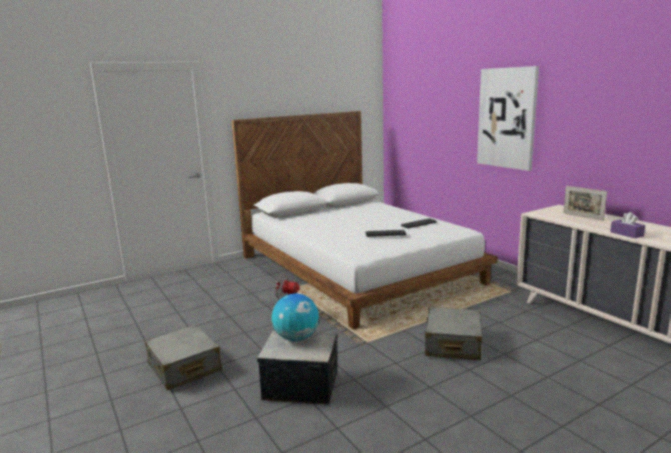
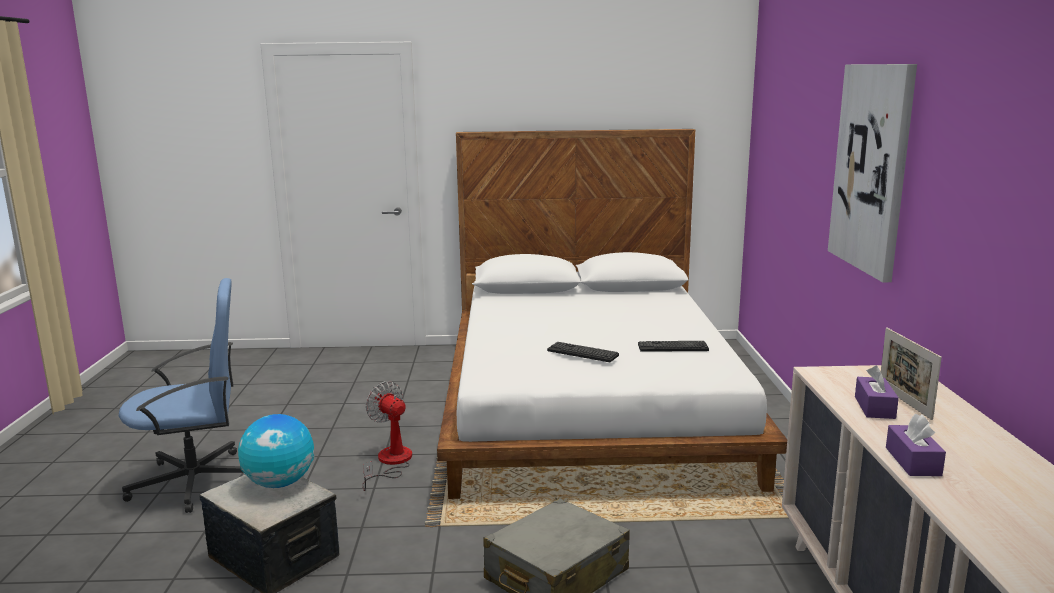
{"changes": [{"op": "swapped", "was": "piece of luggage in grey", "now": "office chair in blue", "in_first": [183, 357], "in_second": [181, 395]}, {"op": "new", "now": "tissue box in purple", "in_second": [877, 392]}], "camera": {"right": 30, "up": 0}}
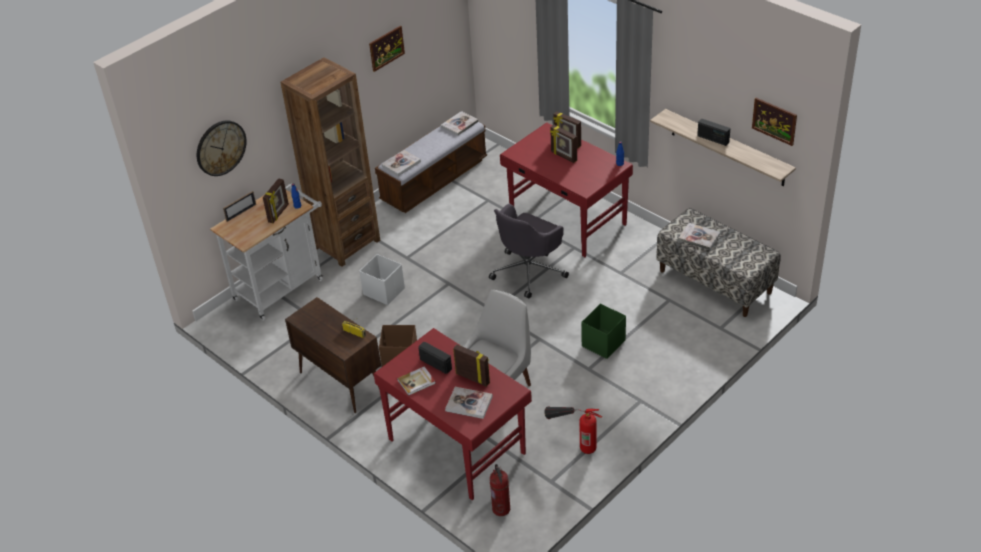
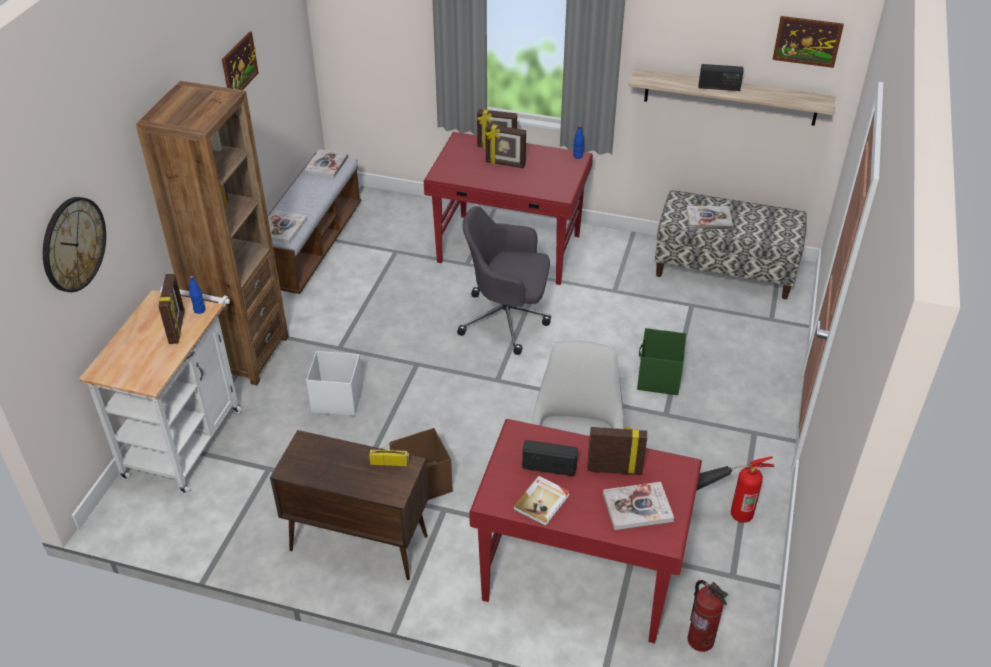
{"changes": [{"op": "gone", "was": "photo frame", "in_first": [239, 206]}, {"op": "rotated", "was": "office chair in grey", "in_first": [529, 251], "in_second": [504, 280], "clockwise": 90}], "camera": {"right": -30, "up": 0}}
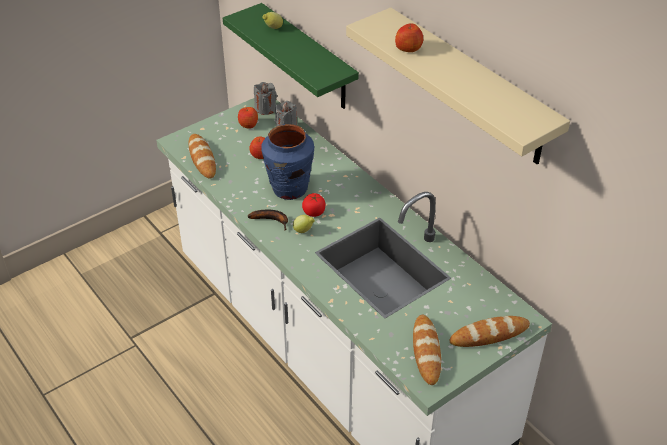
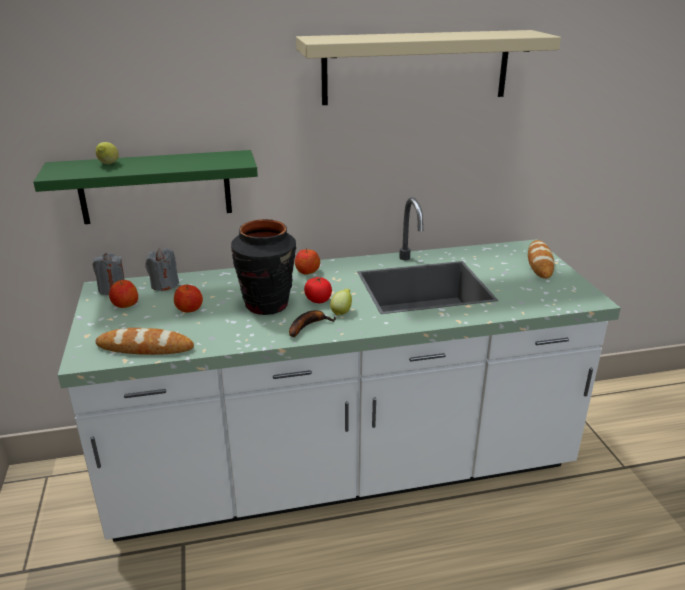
{"changes": [{"op": "shifted", "was": "apple", "in_first": [409, 37], "in_second": [307, 261]}, {"op": "repainted", "was": "vase in blue", "now": "vase in black", "in_first": [288, 162], "in_second": [263, 267]}, {"op": "gone", "was": "baked bread", "in_first": [427, 350]}], "camera": {"right": -65, "up": -15}}
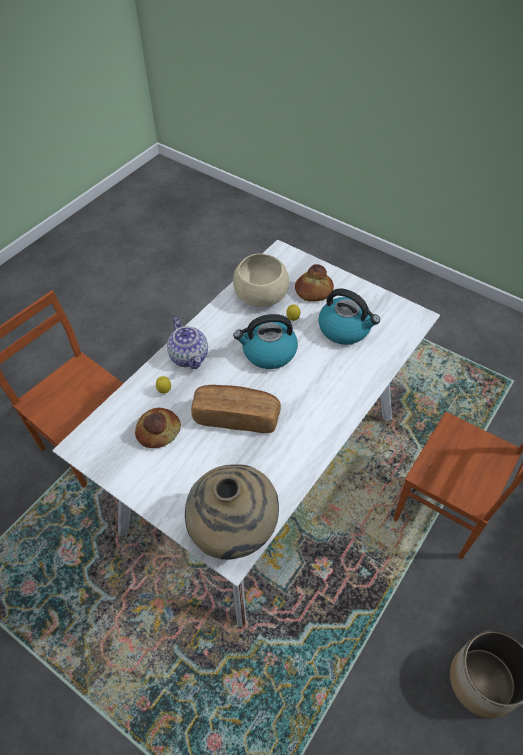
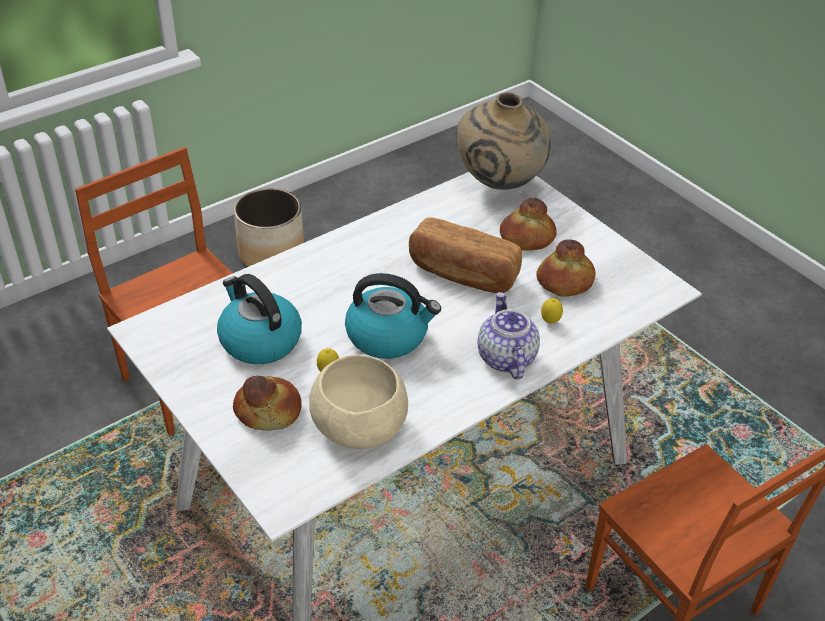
{"changes": [{"op": "new", "now": "baked bread", "in_second": [528, 224]}], "camera": {"right": -165, "up": -10}}
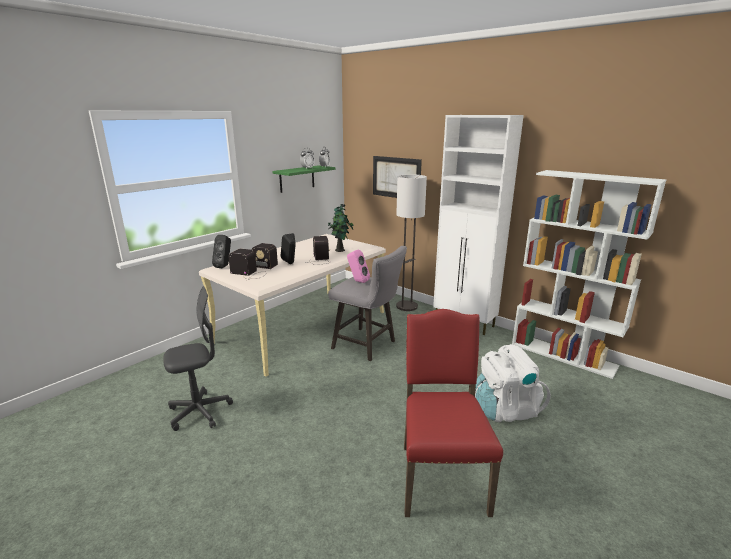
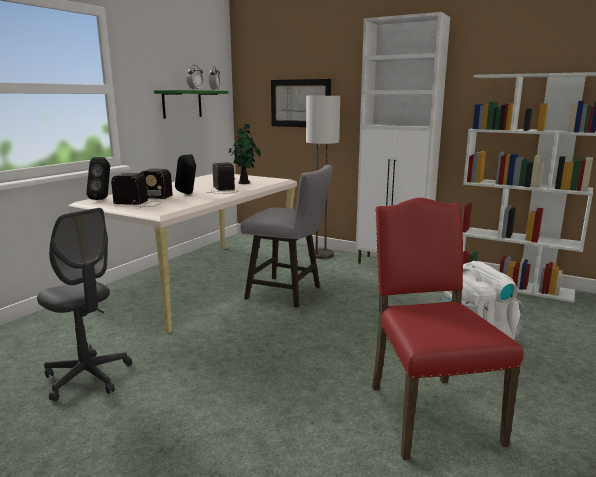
{"changes": [{"op": "gone", "was": "loudspeaker in pink-coloured", "in_first": [358, 266]}, {"op": "rotated", "was": "office chair in grey", "in_first": [198, 358], "in_second": [84, 304], "clockwise": 75}], "camera": {"right": -10, "up": -5}}
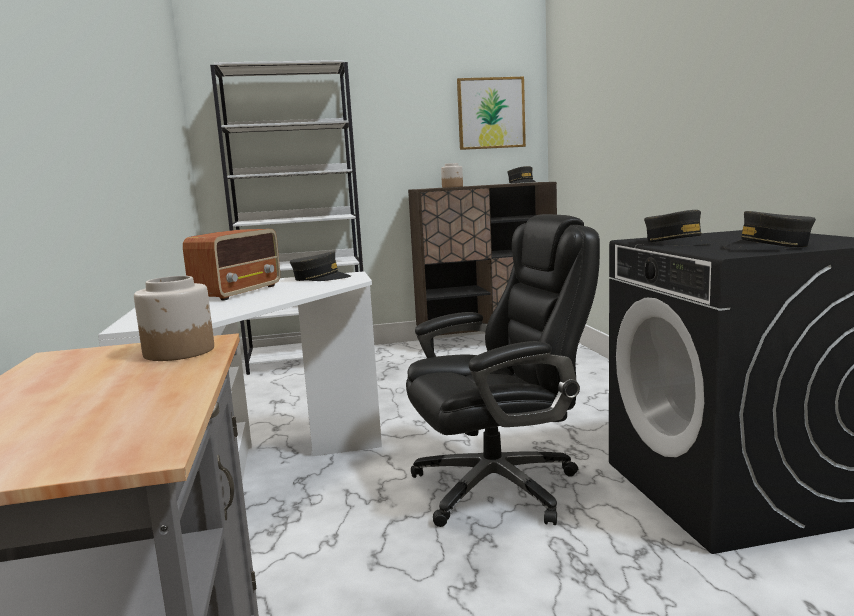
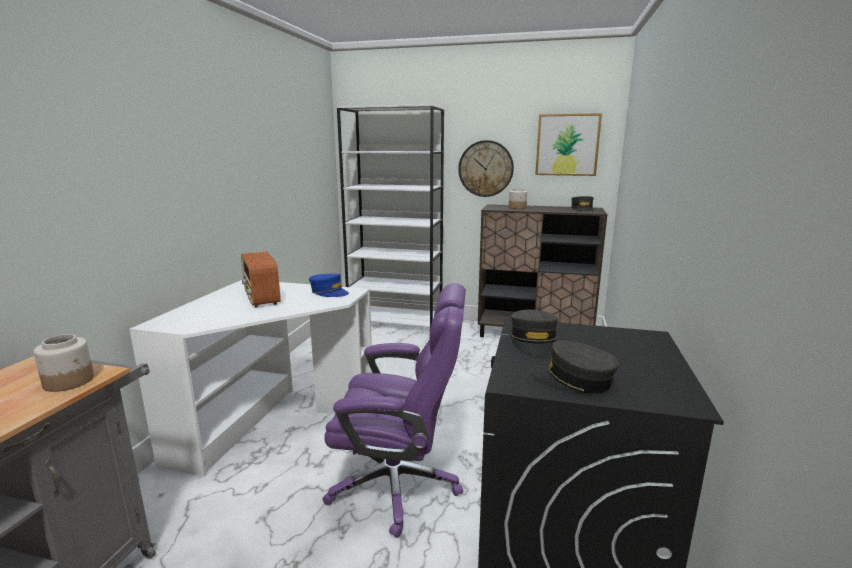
{"changes": [{"op": "repainted", "was": "office chair in black", "now": "office chair in purple", "in_first": [503, 370], "in_second": [394, 410]}, {"op": "rotated", "was": "radio set", "in_first": [231, 265], "in_second": [261, 279], "clockwise": 105}, {"op": "repainted", "was": "peaked cap in grey", "now": "peaked cap in blue", "in_first": [320, 266], "in_second": [329, 285]}, {"op": "new", "now": "clock on the wall", "in_second": [486, 168]}], "camera": {"right": 25, "up": 5}}
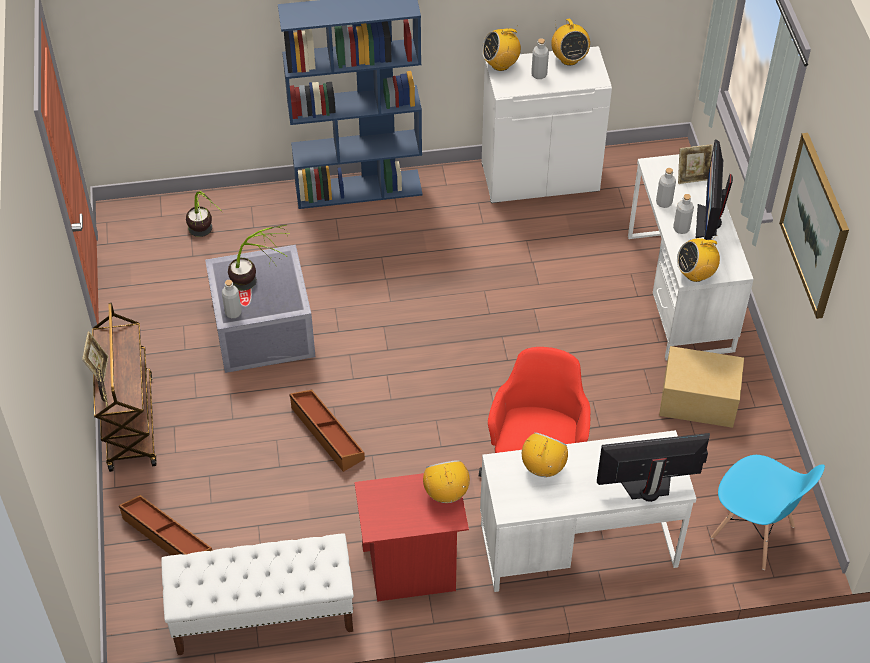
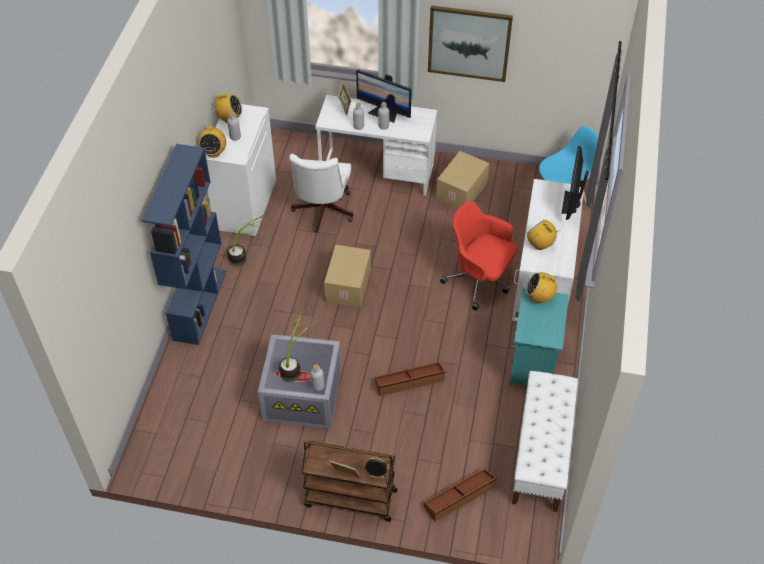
{"changes": [{"op": "shifted", "was": "plant in a pot", "in_first": [203, 214], "in_second": [247, 240]}, {"op": "gone", "was": "radio set", "in_first": [698, 260]}, {"op": "repainted", "was": "night table in reddish", "now": "night table in turquoise-coloured", "in_first": [411, 537], "in_second": [539, 337]}, {"op": "new", "now": "office chair in whitish", "in_second": [321, 193]}, {"op": "new", "now": "cardboard box", "in_second": [347, 276]}], "camera": {"right": -70, "up": 0}}
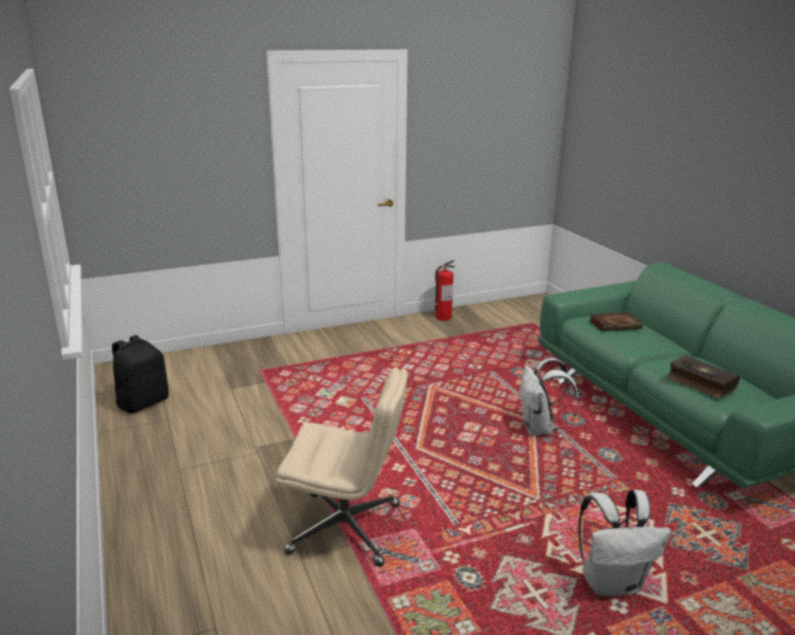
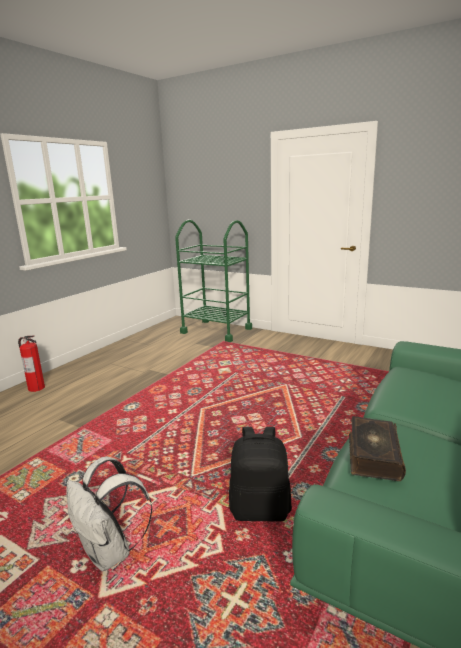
{"changes": [{"op": "shifted", "was": "extinguisher", "in_first": [445, 290], "in_second": [31, 363]}, {"op": "gone", "was": "book", "in_first": [616, 321]}, {"op": "shifted", "was": "backpack in black", "in_first": [140, 374], "in_second": [260, 474]}, {"op": "gone", "was": "backpack in whitish", "in_first": [549, 396]}, {"op": "gone", "was": "office chair in sand-coloured", "in_first": [341, 467]}, {"op": "new", "now": "trolley in green-coloured", "in_second": [213, 281]}], "camera": {"right": 55, "up": -5}}
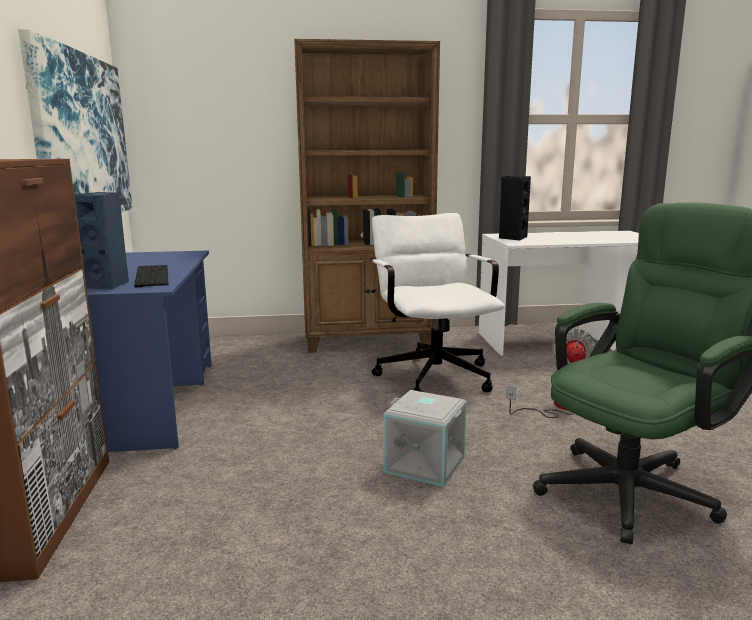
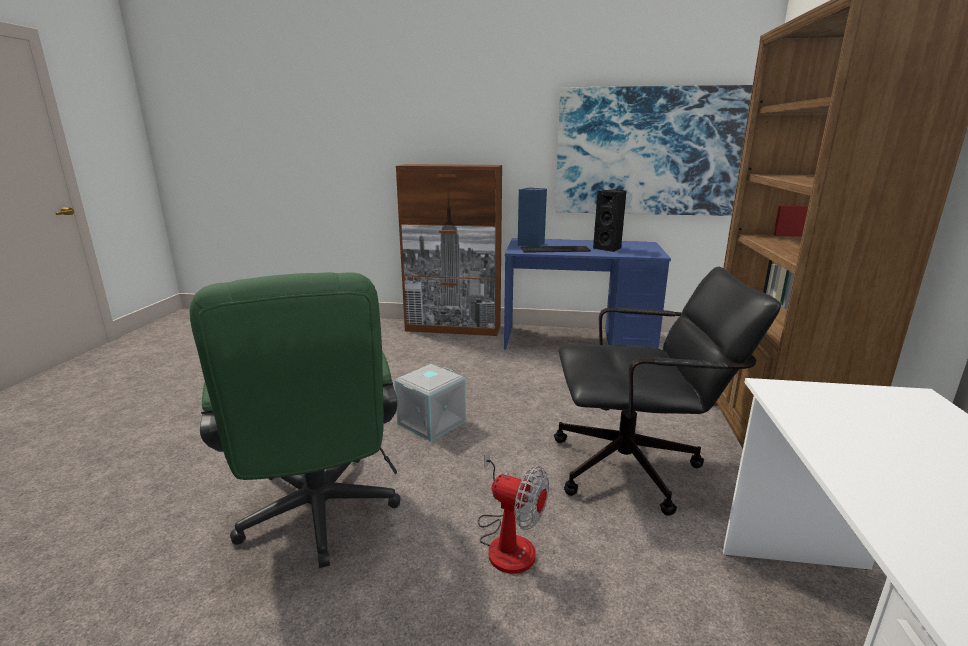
{"changes": [{"op": "shifted", "was": "loudspeaker in black", "in_first": [515, 208], "in_second": [609, 221]}, {"op": "repainted", "was": "office chair in whitish", "now": "office chair in black", "in_first": [438, 302], "in_second": [667, 391]}], "camera": {"right": 105, "up": 5}}
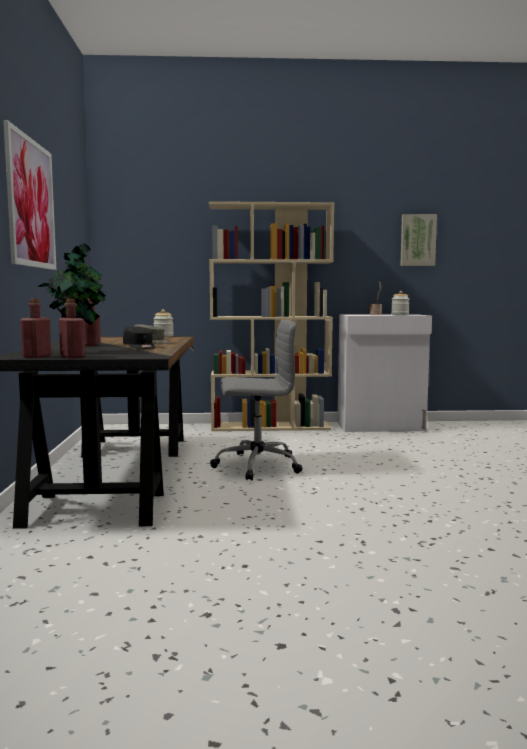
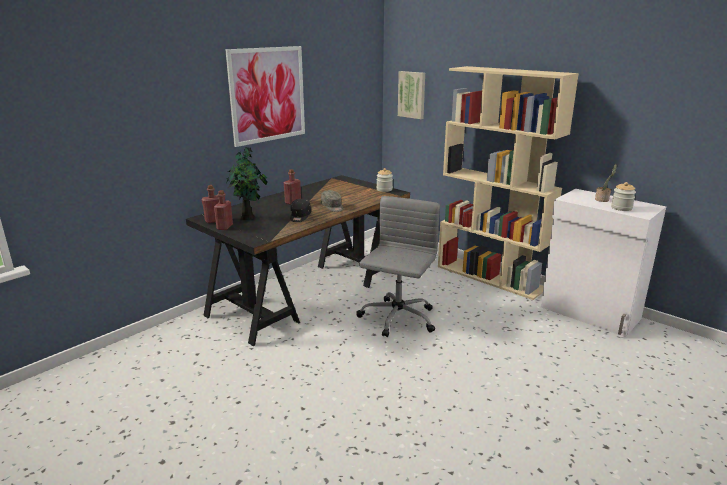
{"changes": [{"op": "shifted", "was": "wall picture", "in_first": [418, 240], "in_second": [411, 95]}, {"op": "rotated", "was": "office chair in grey", "in_first": [256, 400], "in_second": [398, 266], "clockwise": -105}], "camera": {"right": 45, "up": 15}}
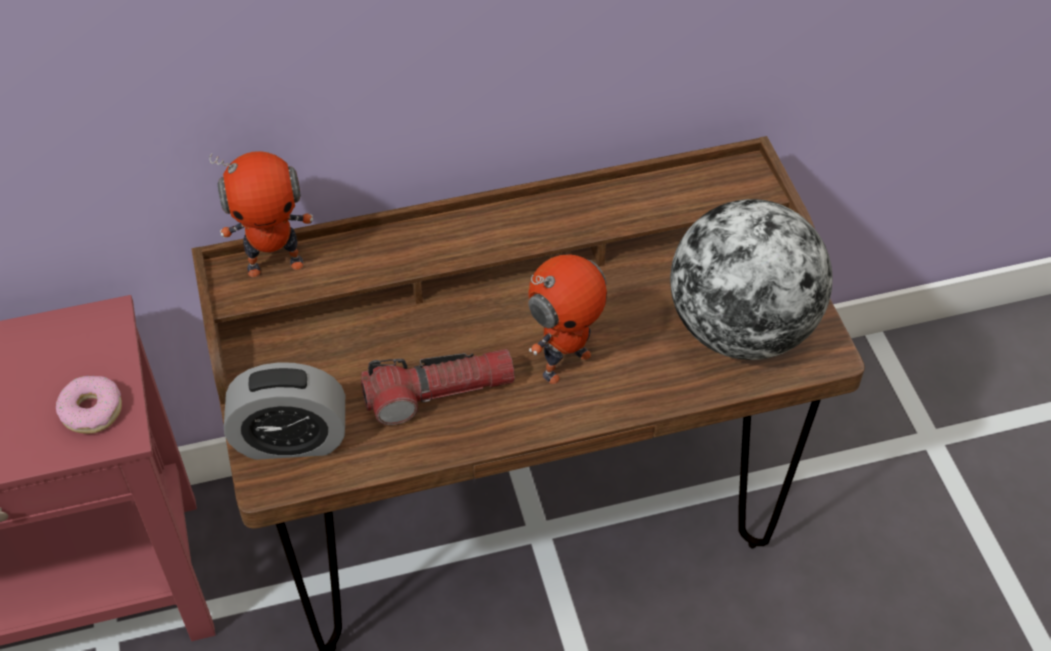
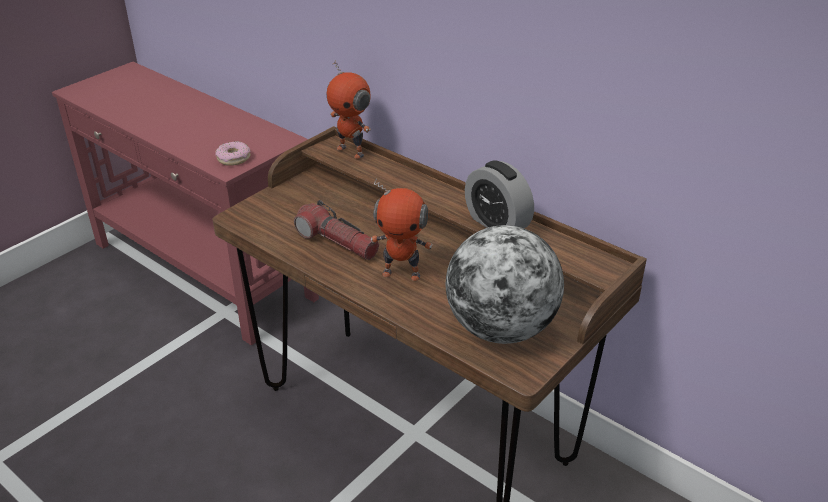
{"changes": [{"op": "shifted", "was": "table clock", "in_first": [284, 411], "in_second": [499, 194]}], "camera": {"right": 55, "up": -15}}
